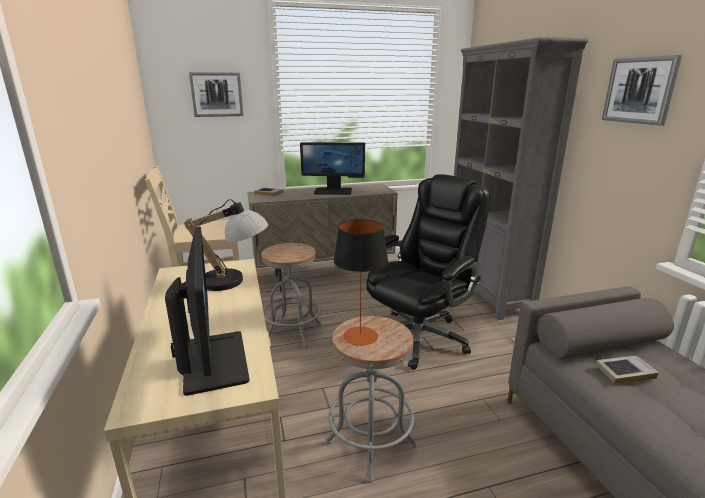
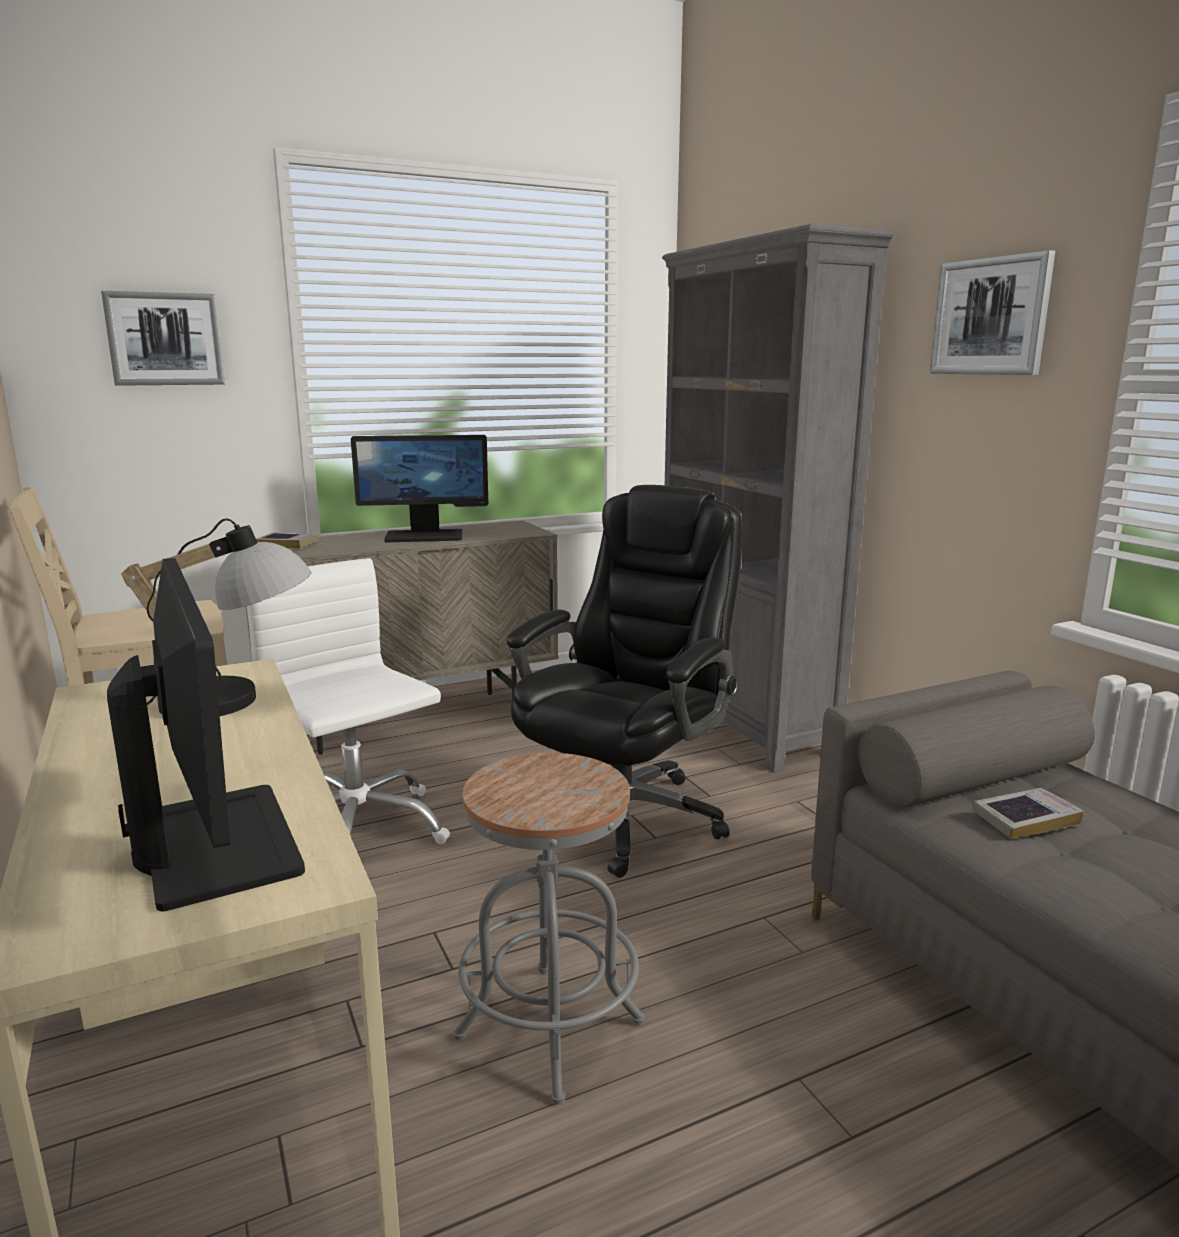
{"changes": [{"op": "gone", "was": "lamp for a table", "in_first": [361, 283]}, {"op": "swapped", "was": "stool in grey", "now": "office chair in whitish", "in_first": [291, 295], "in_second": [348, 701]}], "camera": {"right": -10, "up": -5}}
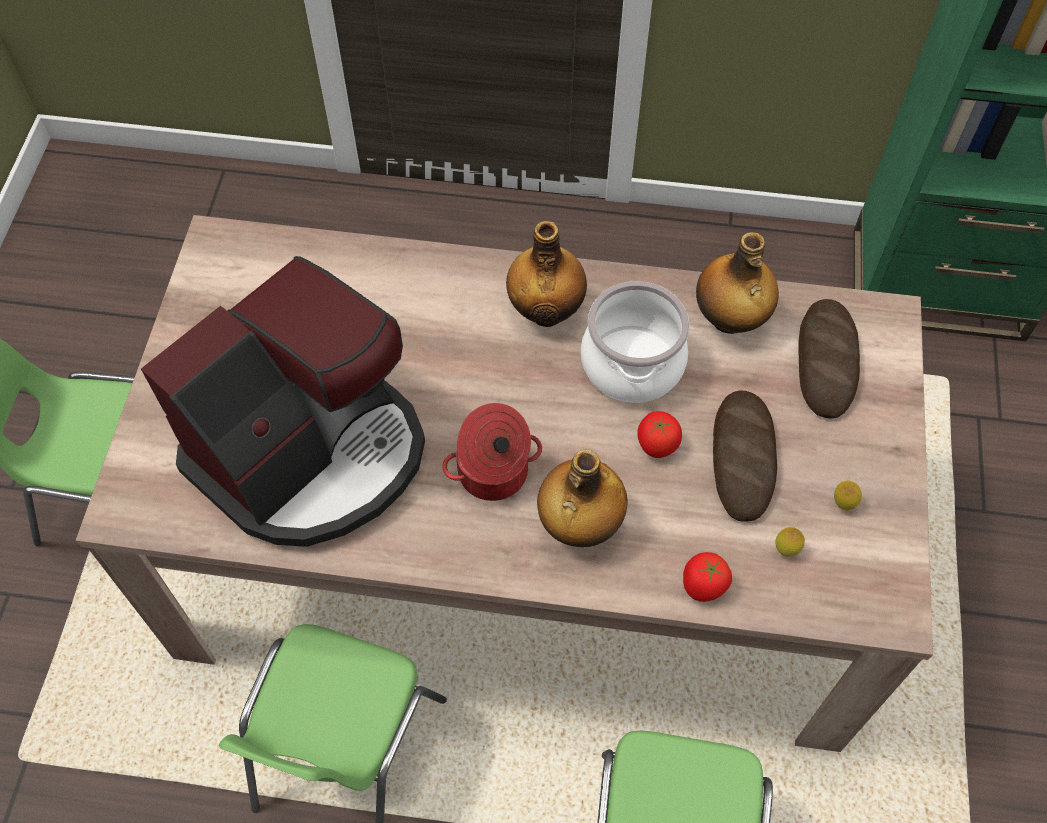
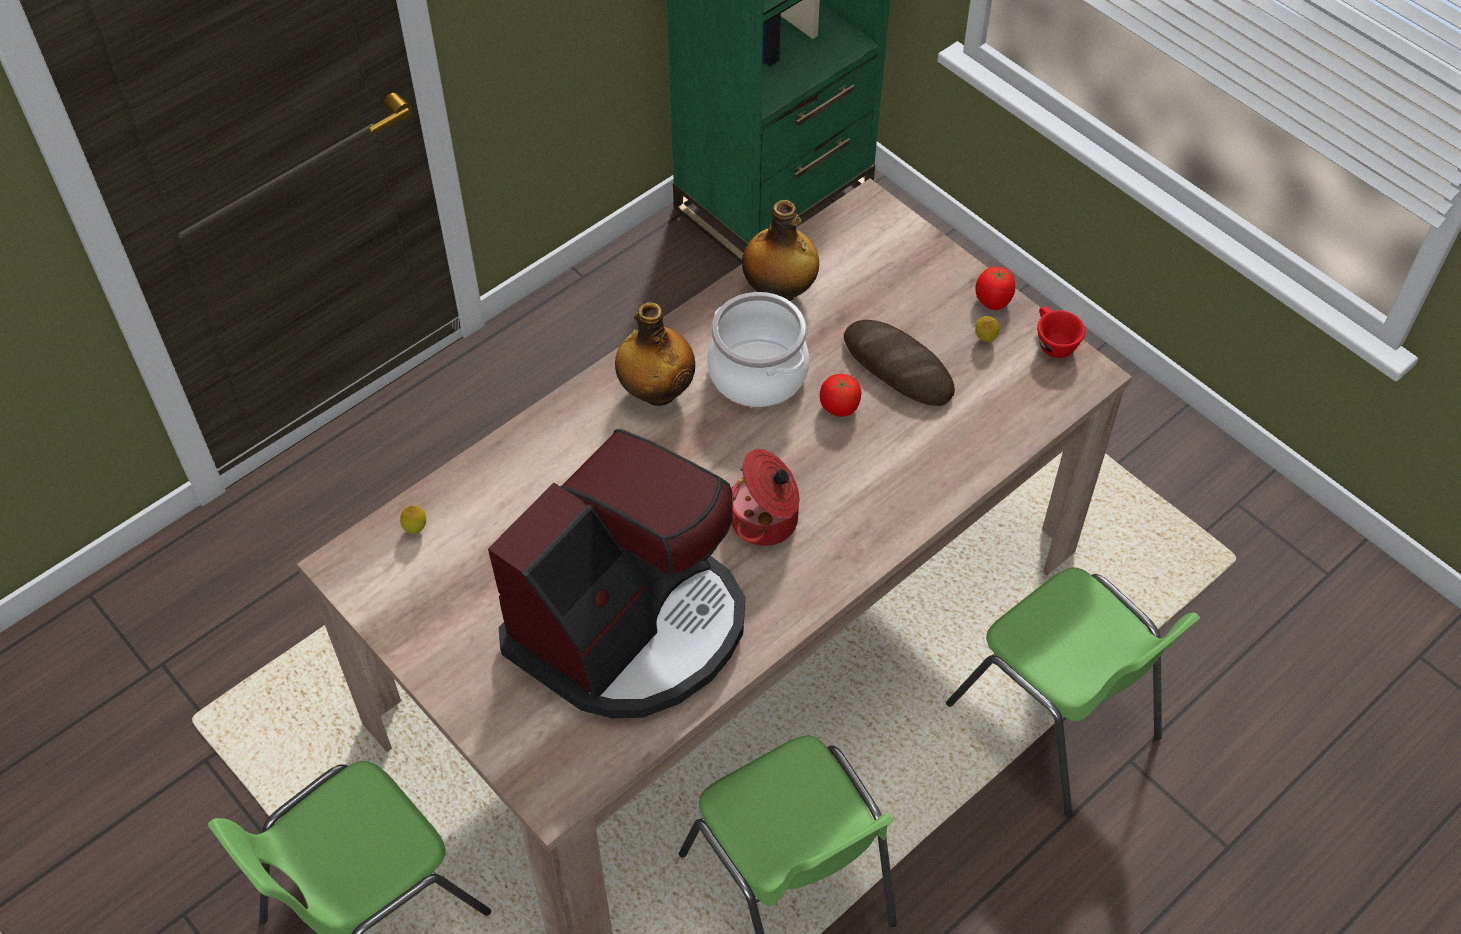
{"changes": [{"op": "rotated", "was": "coffee machine", "in_first": [283, 401], "in_second": [616, 573], "clockwise": 45}, {"op": "gone", "was": "baked bread", "in_first": [829, 359]}, {"op": "gone", "was": "bottle", "in_first": [582, 498]}, {"op": "shifted", "was": "lemon", "in_first": [790, 541], "in_second": [413, 519]}, {"op": "shifted", "was": "fresh tomato", "in_first": [707, 577], "in_second": [995, 288]}, {"op": "new", "now": "cup in reddish", "in_second": [1061, 332]}], "camera": {"right": -50, "up": -5}}
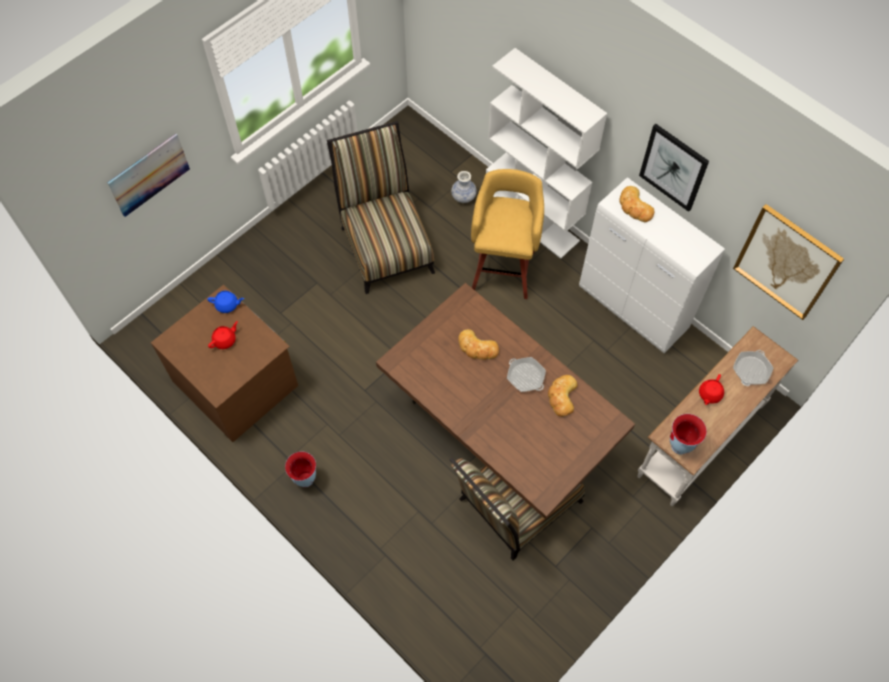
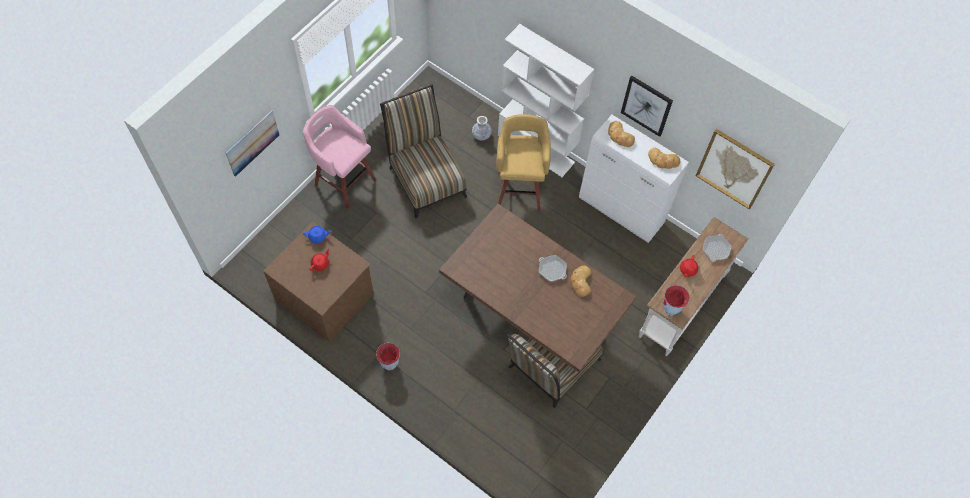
{"changes": [{"op": "shifted", "was": "baked bread", "in_first": [478, 344], "in_second": [664, 158]}, {"op": "new", "now": "stool in pink-coloured", "in_second": [339, 157]}], "camera": {"right": -10, "up": 0}}
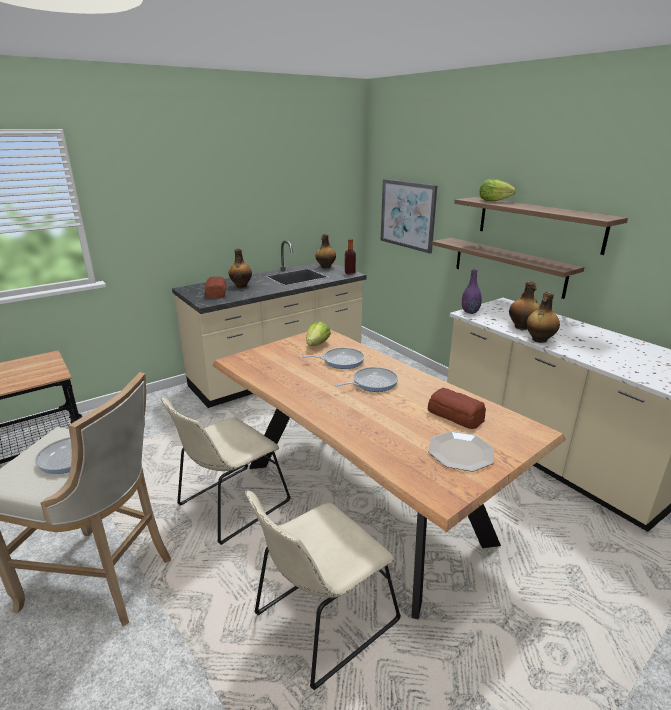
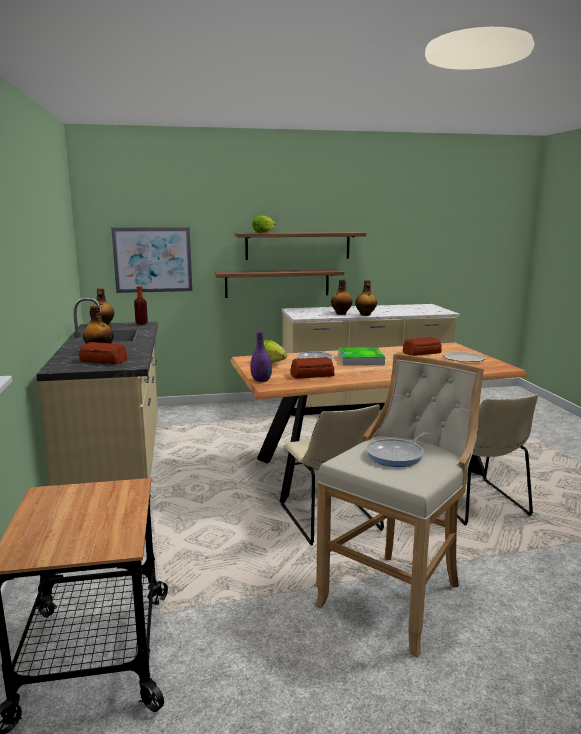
{"changes": [{"op": "shifted", "was": "vase in purple", "in_first": [472, 291], "in_second": [261, 357]}, {"op": "swapped", "was": "skillet", "now": "tray", "in_first": [366, 379], "in_second": [361, 356]}, {"op": "new", "now": "baked bread", "in_second": [312, 367]}], "camera": {"right": -65, "up": -10}}
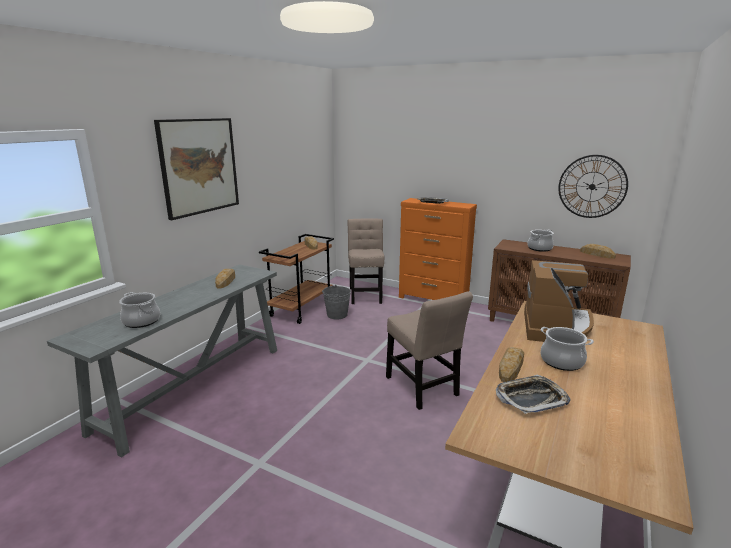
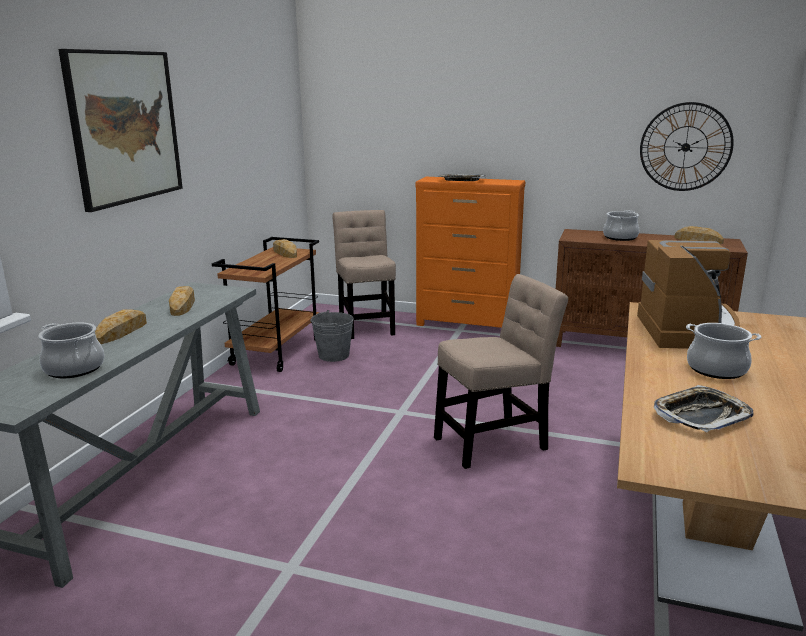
{"changes": [{"op": "rotated", "was": "upright chair in sand-coloured", "in_first": [429, 351], "in_second": [501, 371], "clockwise": -75}, {"op": "shifted", "was": "baked bread", "in_first": [511, 364], "in_second": [121, 326]}], "camera": {"right": -10, "up": 0}}
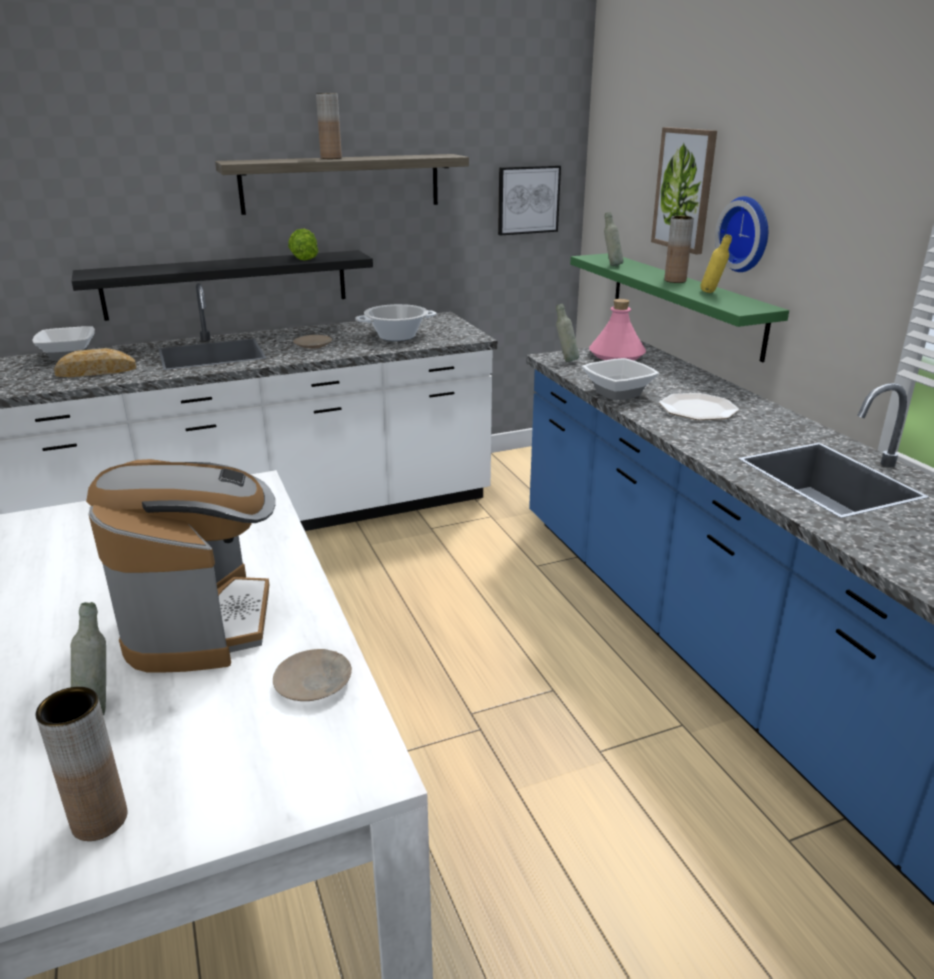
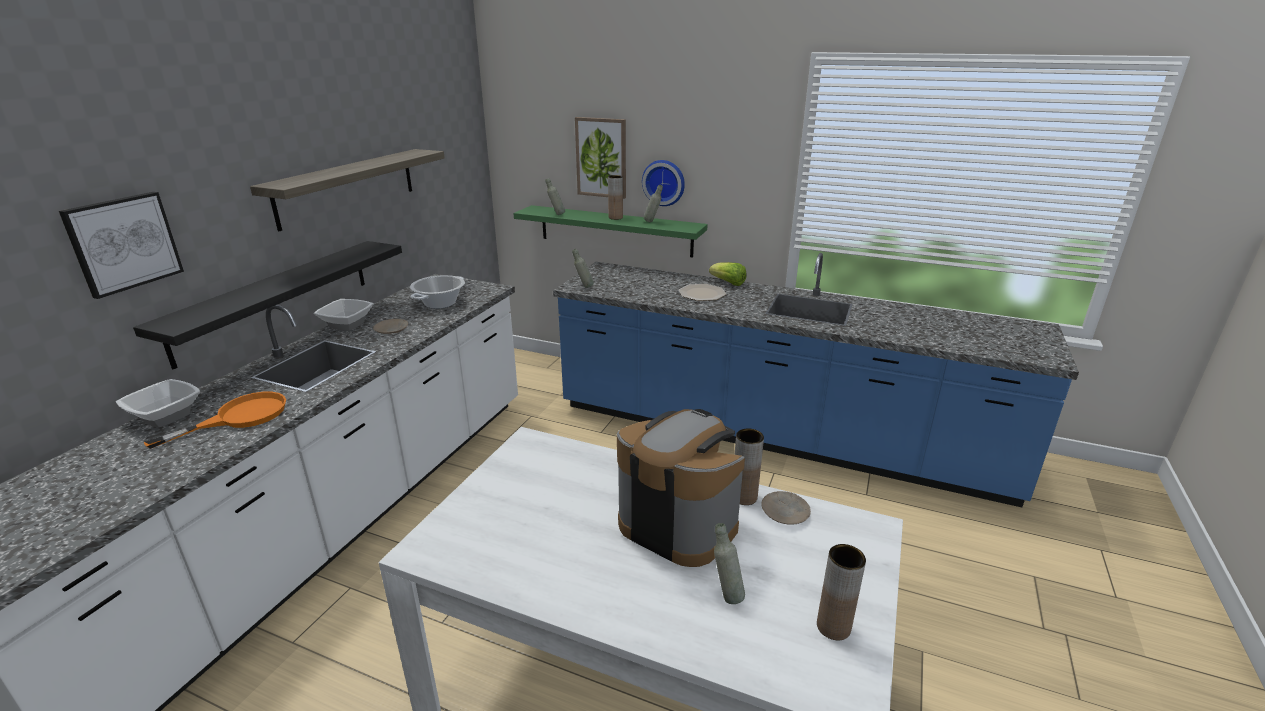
{"changes": [{"op": "shifted", "was": "vase in brown-coloured", "in_first": [329, 126], "in_second": [749, 466]}, {"op": "shifted", "was": "wall picture", "in_first": [529, 200], "in_second": [121, 245]}, {"op": "shifted", "was": "head of lettuce", "in_first": [303, 244], "in_second": [727, 274]}, {"op": "repainted", "was": "bottle in yellow-coloured", "now": "bottle in grey", "in_first": [716, 263], "in_second": [653, 203]}, {"op": "gone", "was": "bottle in pink-coloured", "in_first": [617, 329]}, {"op": "swapped", "was": "baked bread", "now": "skillet in orangey", "in_first": [95, 362], "in_second": [215, 420]}, {"op": "shifted", "was": "bowl", "in_first": [620, 379], "in_second": [344, 315]}], "camera": {"right": -45, "up": 0}}
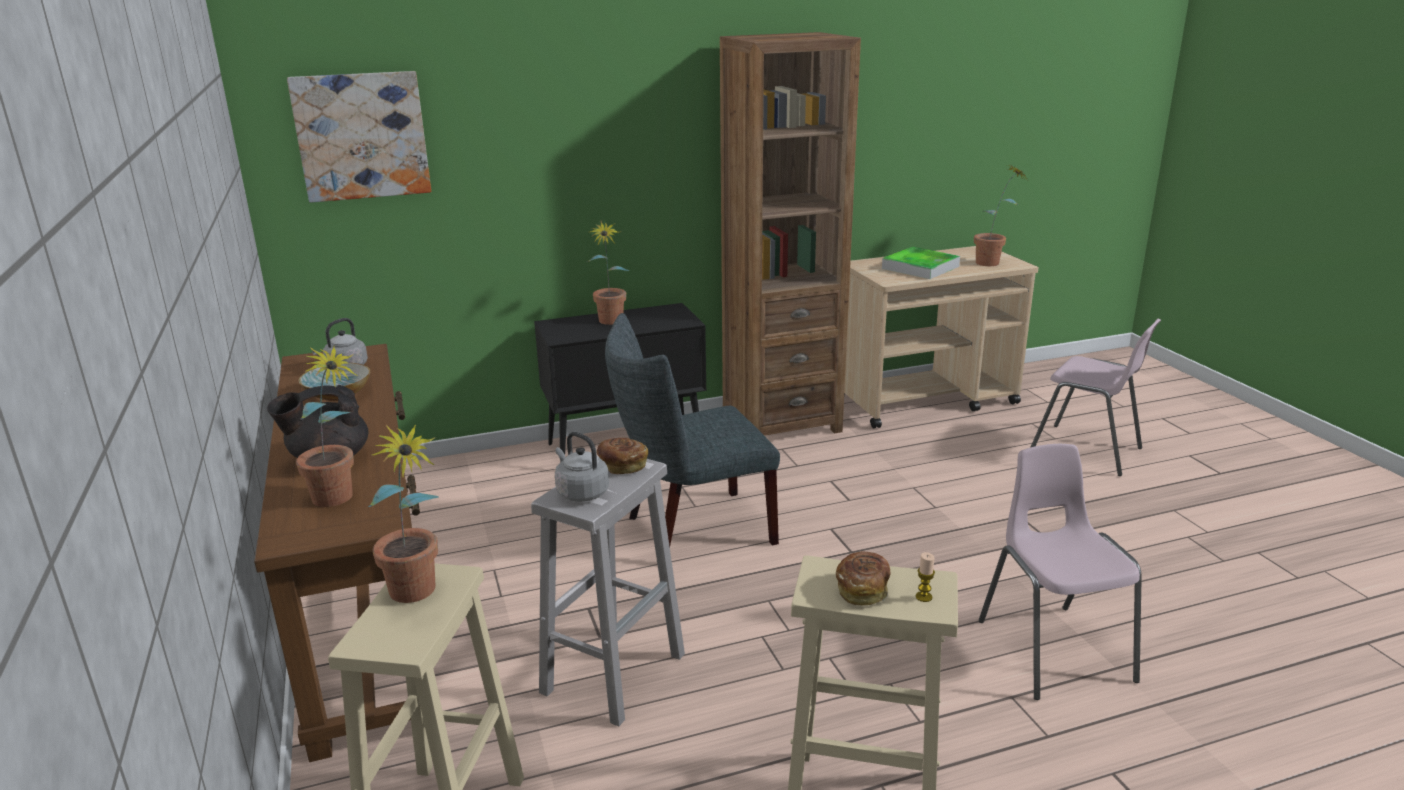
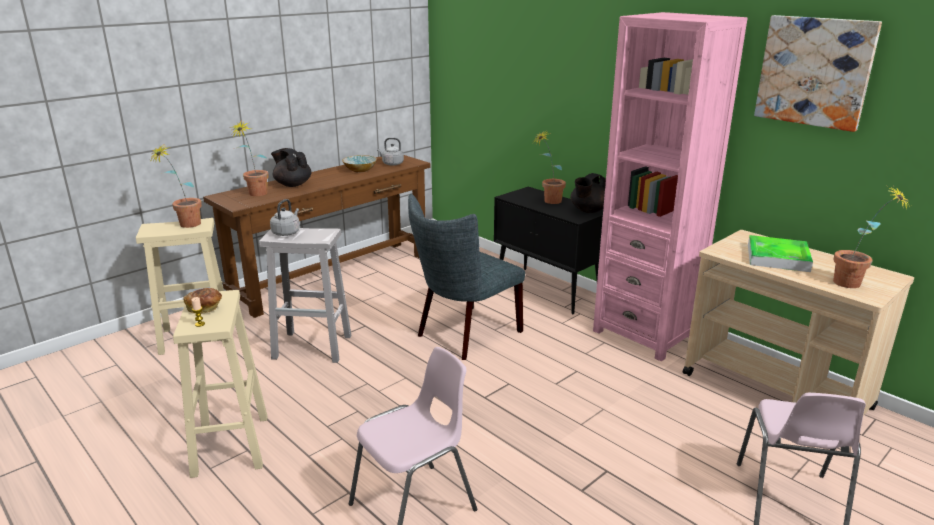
{"changes": [{"op": "repainted", "was": "bookshelf in brown-coloured", "now": "bookshelf in pink-coloured", "in_first": [790, 234], "in_second": [670, 186]}, {"op": "shifted", "was": "wall picture", "in_first": [359, 137], "in_second": [818, 73]}, {"op": "rotated", "was": "upright chair in grey", "in_first": [692, 439], "in_second": [466, 277], "clockwise": -90}, {"op": "gone", "was": "baked bread", "in_first": [622, 456]}, {"op": "new", "now": "teapot in black", "in_second": [588, 193]}], "camera": {"right": 65, "up": 0}}
